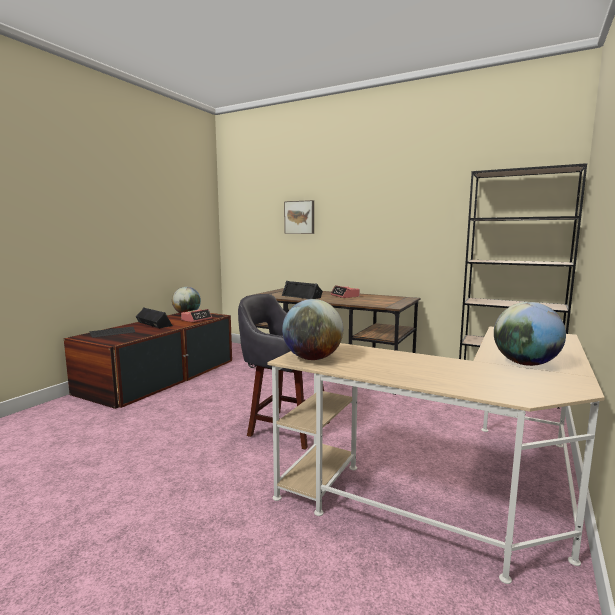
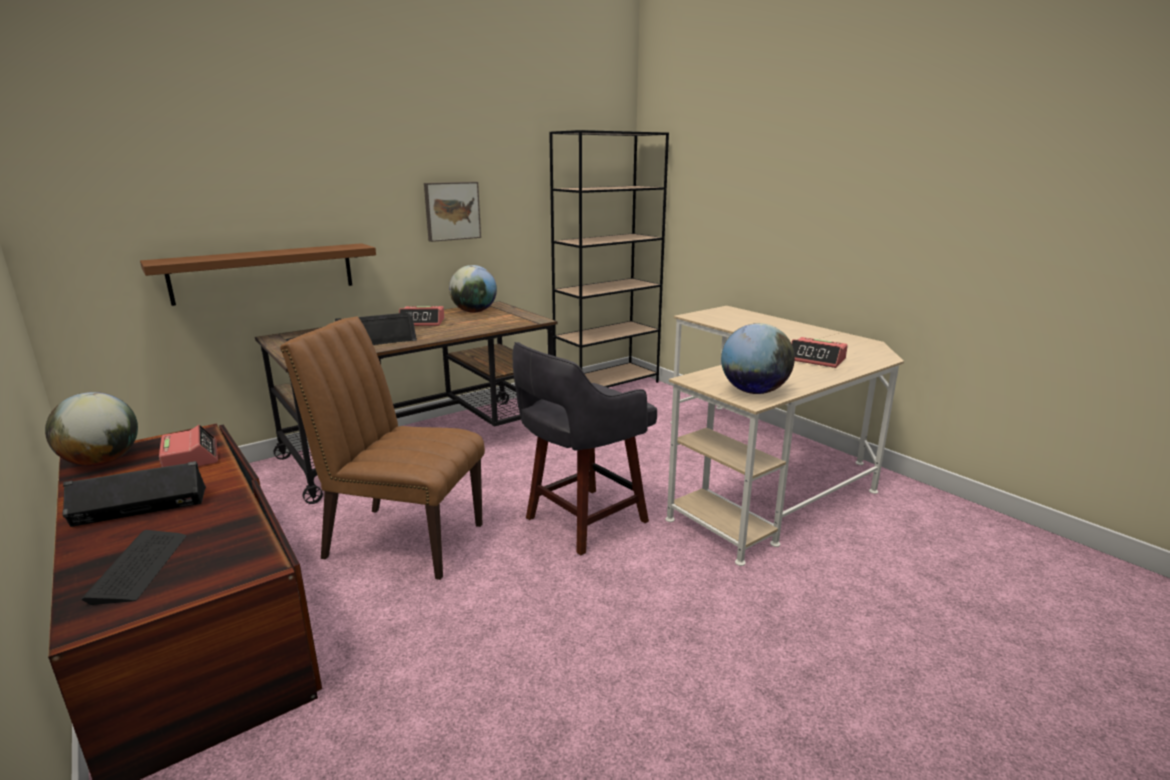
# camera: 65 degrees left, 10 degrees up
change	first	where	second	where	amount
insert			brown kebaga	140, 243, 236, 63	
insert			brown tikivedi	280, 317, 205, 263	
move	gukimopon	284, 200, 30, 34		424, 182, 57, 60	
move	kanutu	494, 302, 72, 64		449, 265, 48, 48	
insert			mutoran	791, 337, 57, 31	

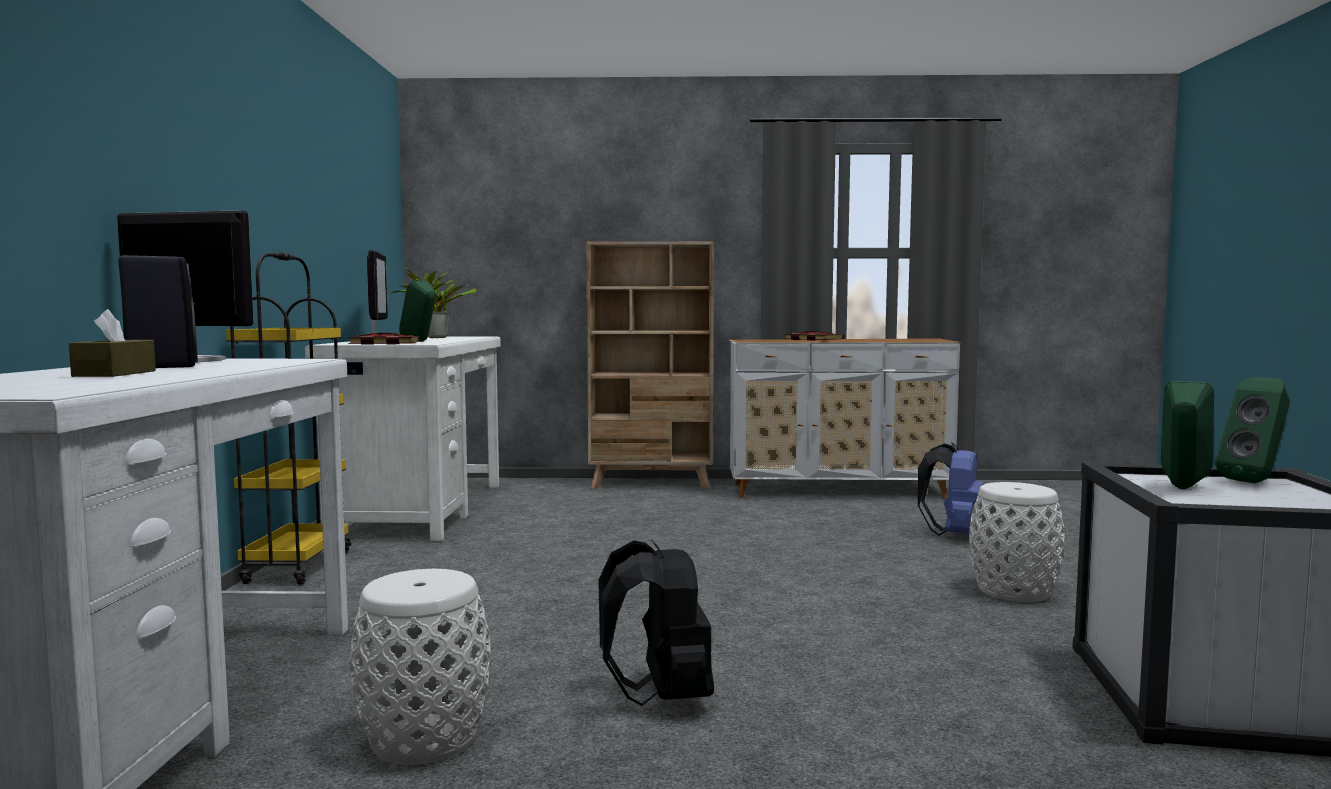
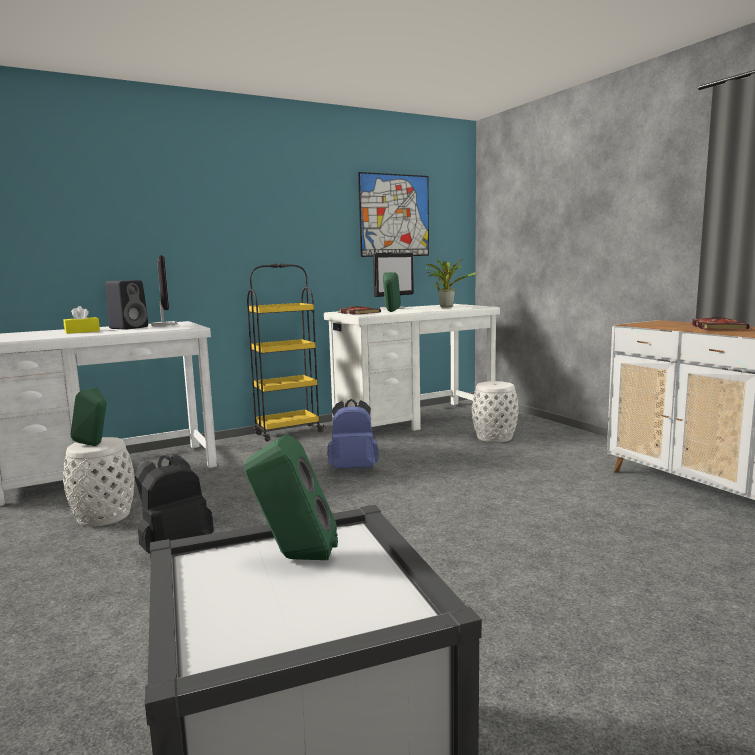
# camera: 60 degrees right, 5 degrees up
change	first	where	second	where	amount
recolor	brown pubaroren	69, 309, 87, 68	yellow pubaroren	63, 306, 37, 28	
move	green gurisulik	1215, 378, 75, 105		70, 387, 37, 59	
move	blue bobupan	918, 442, 66, 94		327, 399, 52, 70	
insert			gukimopon	358, 172, 71, 85	
move	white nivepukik	969, 482, 96, 120		472, 381, 47, 62	
delete	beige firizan	586, 241, 128, 249			

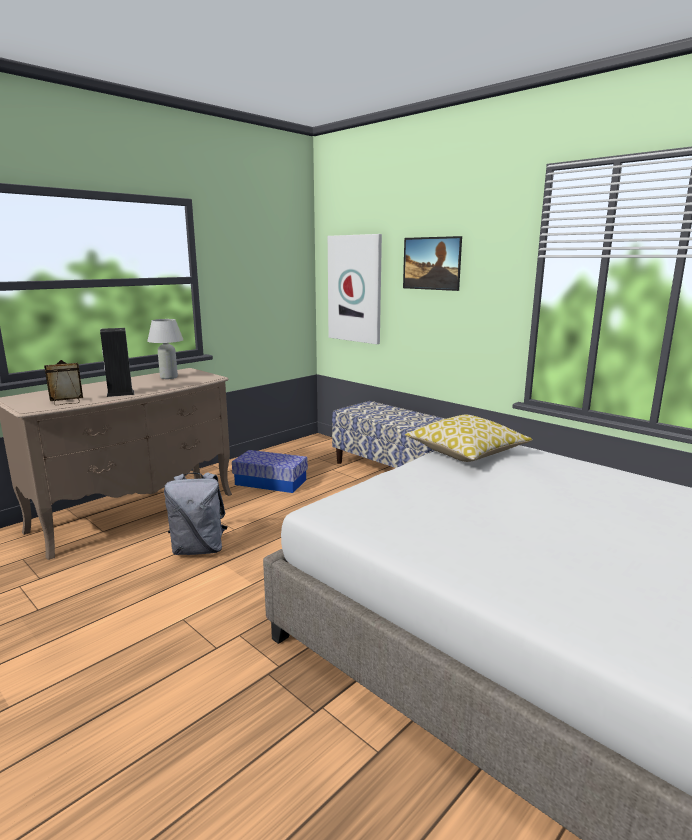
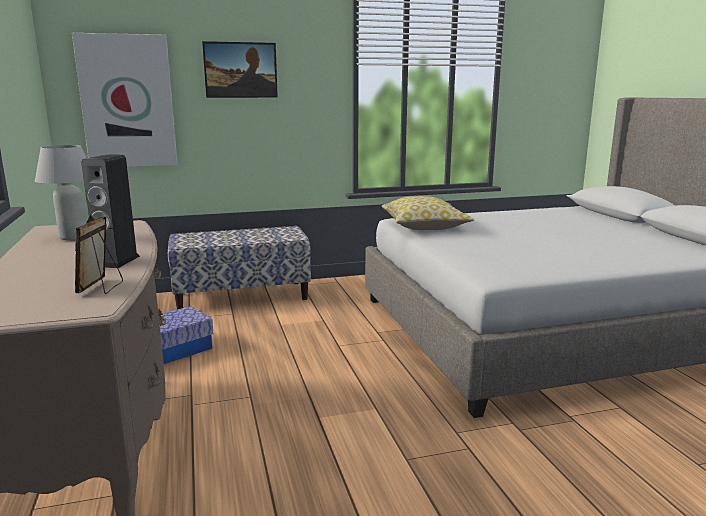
# camera: 60 degrees left, 0 degrees up
change	first	where	second	where	amount
delete	grey bobupan	164, 472, 64, 83			

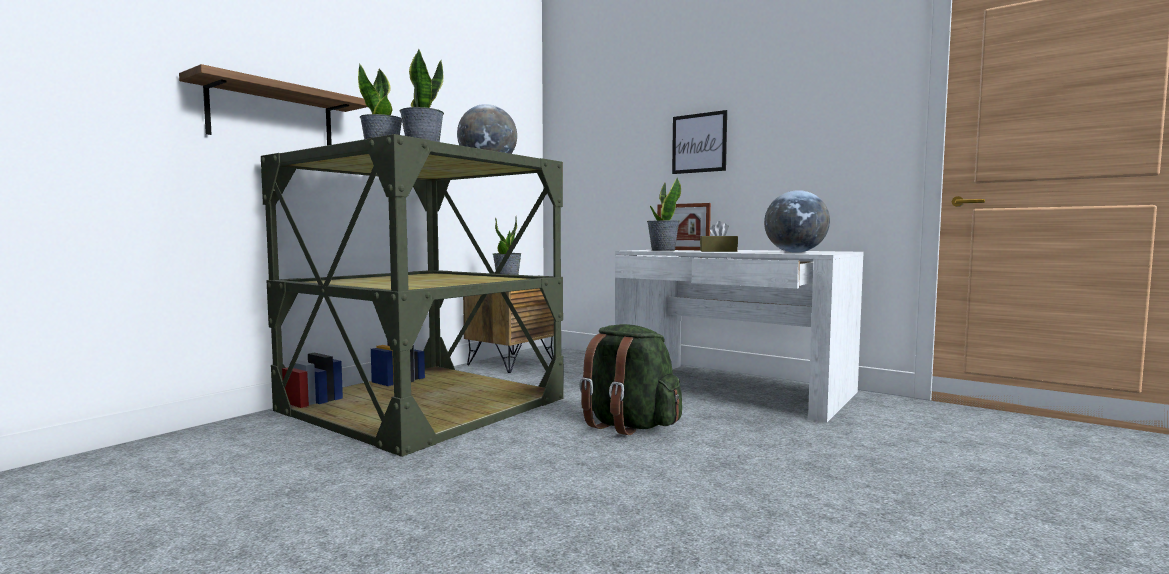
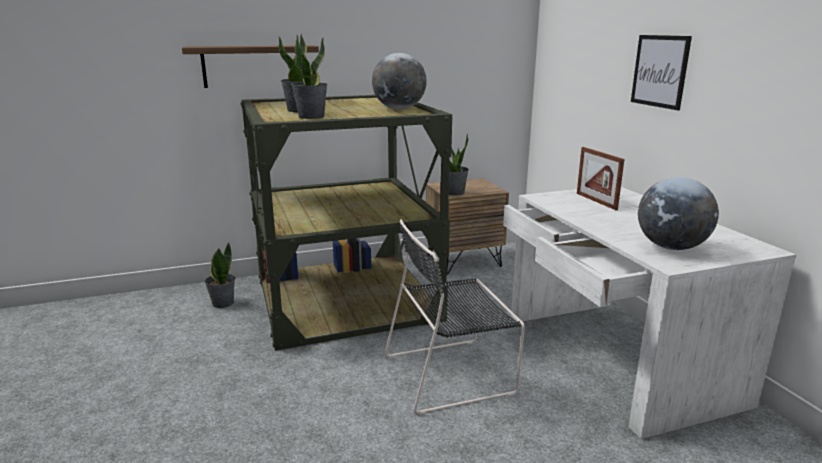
# camera: 35 degrees right, 15 degrees up
change	first	where	second	where	amount
move	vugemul	647, 177, 34, 74		205, 243, 30, 65	
replace	green bobupan	579, 324, 103, 111	black tikivedi	385, 219, 140, 196	
delete	brown pubaroren	700, 221, 38, 31			

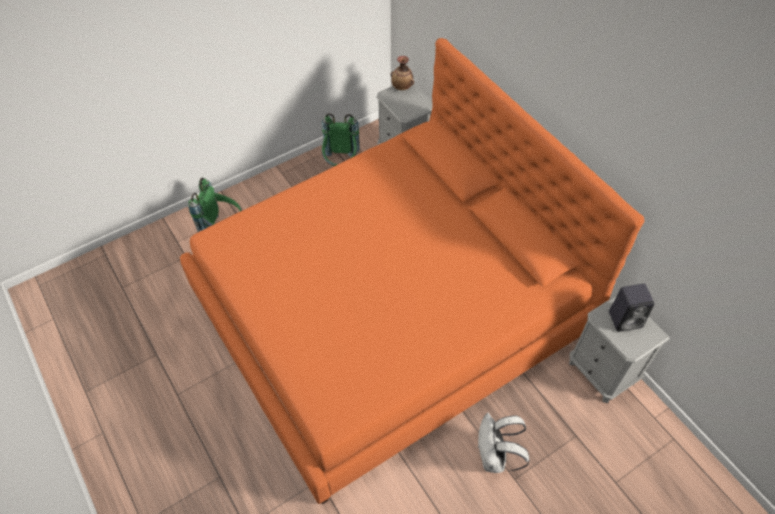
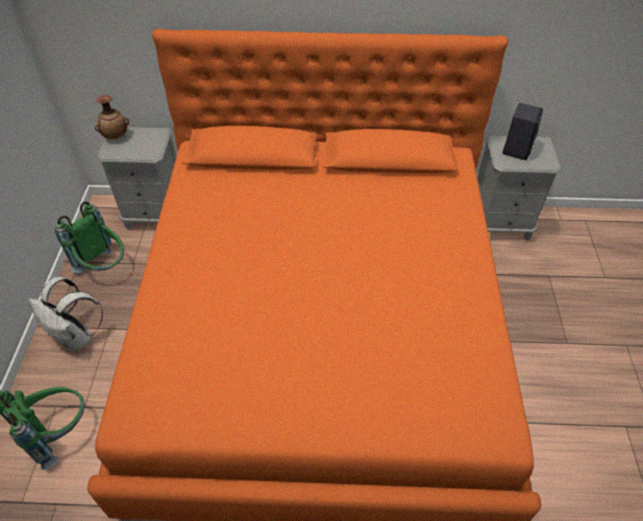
# camera: 55 degrees left, 5 degrees down
change	first	where	second	where	amount
move	white bobupan	477, 413, 53, 60		28, 277, 75, 75	

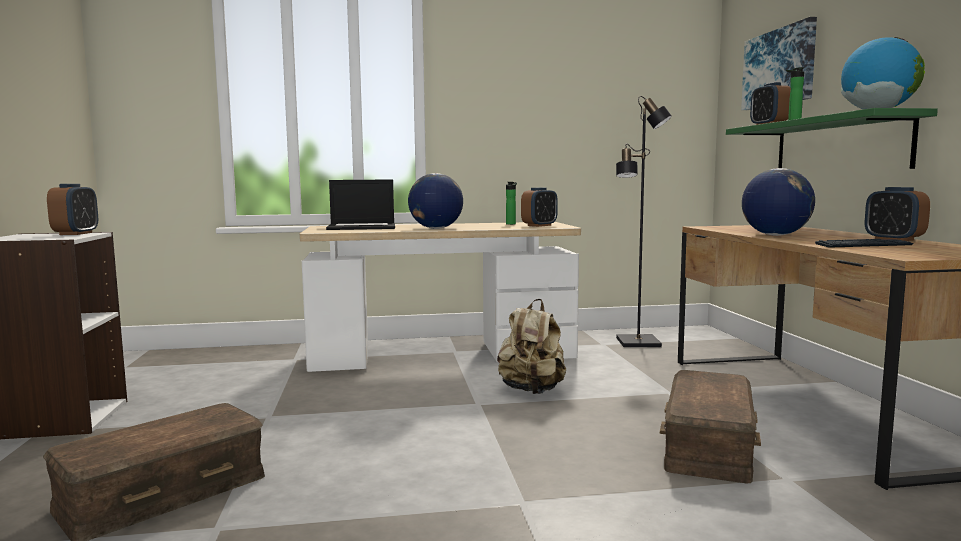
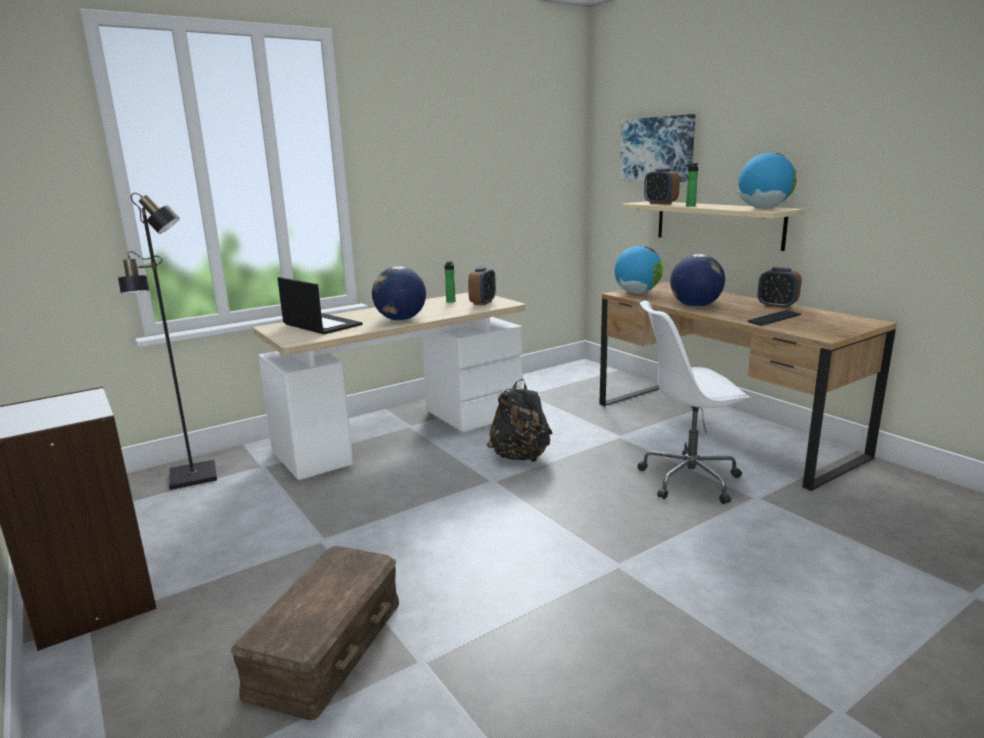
# camera: 25 degrees left, 10 degrees up
change	first	where	second	where	amount
move	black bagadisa	616, 96, 56, 251		118, 193, 99, 297	
rotate	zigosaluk	326, 179, 69, 51		277, 277, 85, 57	105 degrees counterclockwise
recolor	beige bobupan	497, 299, 69, 95	black bobupan	487, 379, 65, 83	
insert			kanutu	614, 246, 49, 48	
recolor	green kebaga	726, 108, 212, 61	beige kebaga	621, 201, 183, 50	
replace	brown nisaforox	660, 370, 101, 113	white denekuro	637, 301, 114, 203	
delete	mutoran	47, 184, 51, 51			

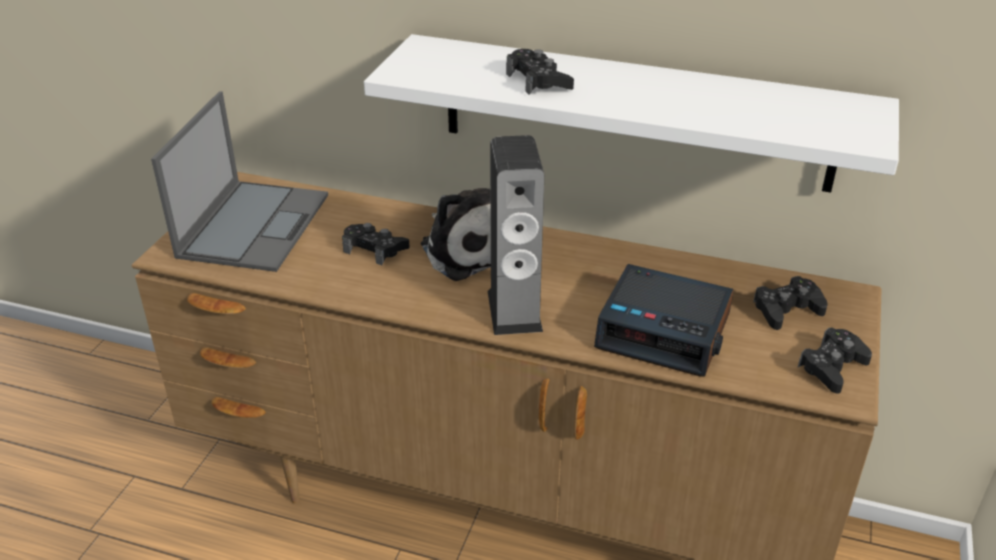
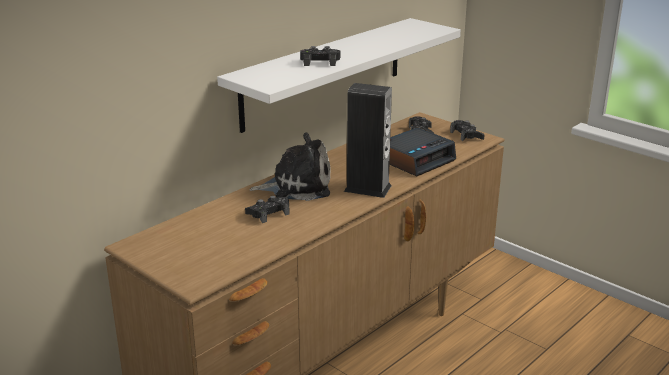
# camera: 65 degrees left, 10 degrees down
change	first	where	second	where	amount
delete	zigosaluk	151, 91, 177, 181			

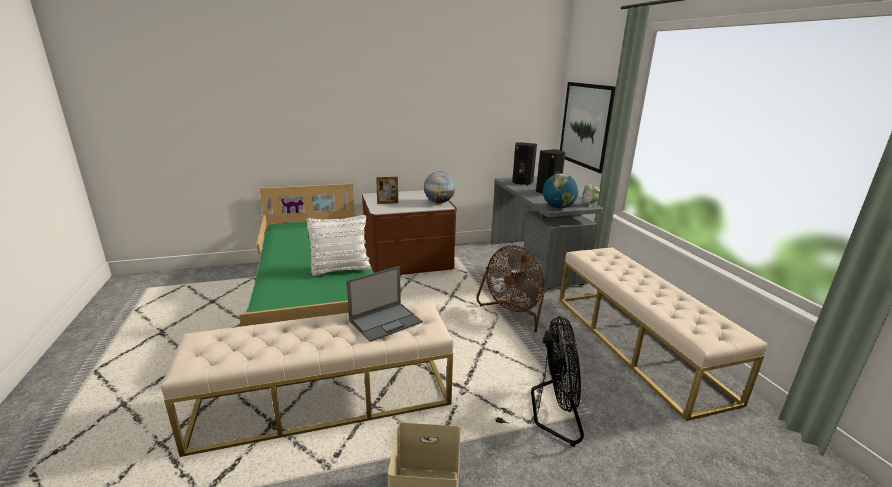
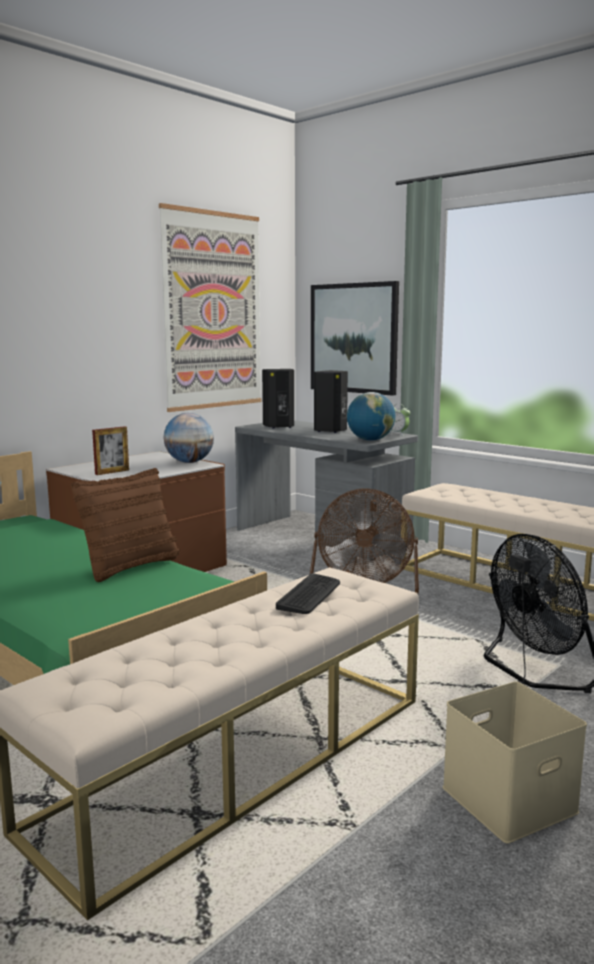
# camera: 30 degrees left, 10 degrees down
change	first	where	second	where	amount
recolor	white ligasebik	307, 215, 64, 61	brown ligasebik	70, 468, 110, 114	
insert			gukimopon	159, 203, 102, 209	
replace	zigosaluk	347, 266, 76, 76	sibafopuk	276, 573, 64, 41	

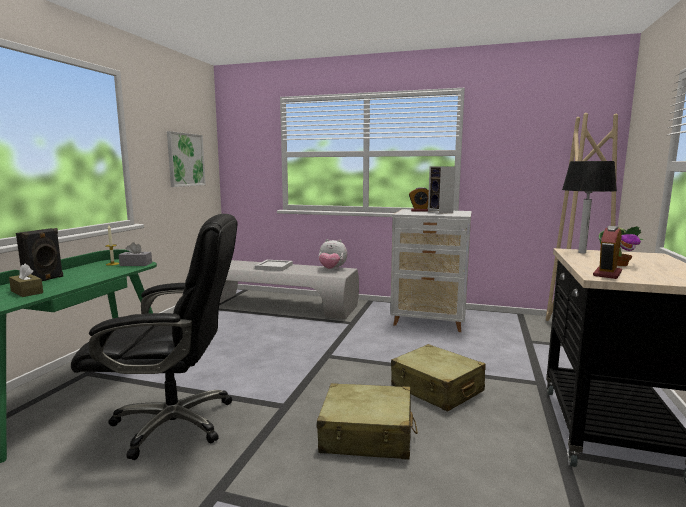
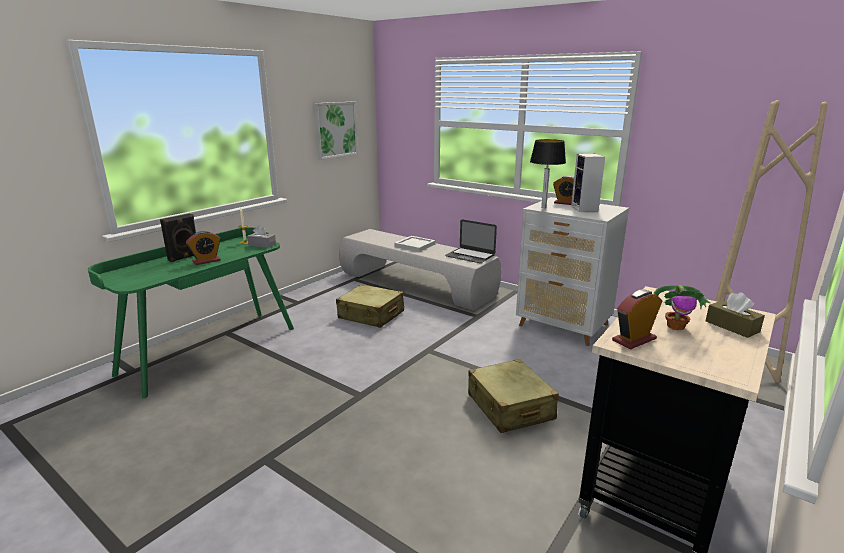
# camera: 20 degrees right, 10 degrees up
change	first	where	second	where	amount
insert			mutoran	186, 231, 35, 34	
move	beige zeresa	317, 383, 101, 77		336, 284, 68, 44	
replace	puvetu	319, 239, 28, 31	zigosaluk	445, 219, 52, 44	
move	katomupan	562, 161, 55, 93		530, 139, 36, 69	
move	brown pubaroren	9, 263, 34, 34		706, 293, 59, 45	
delete	black denekuro	71, 214, 166, 246			

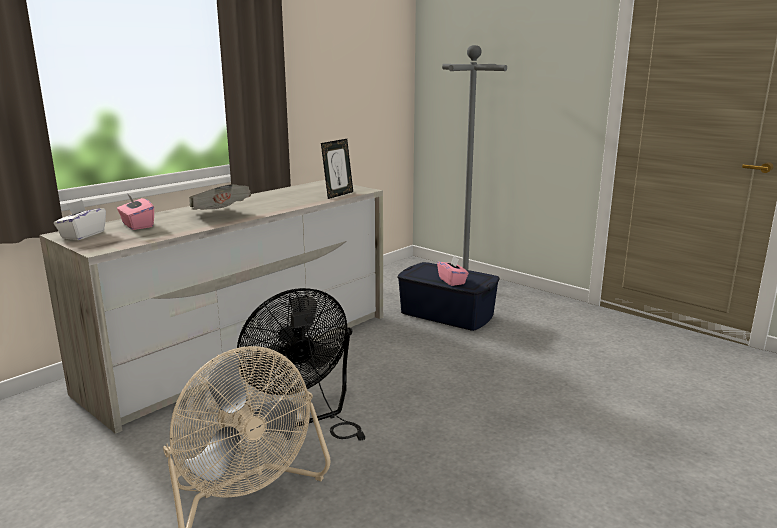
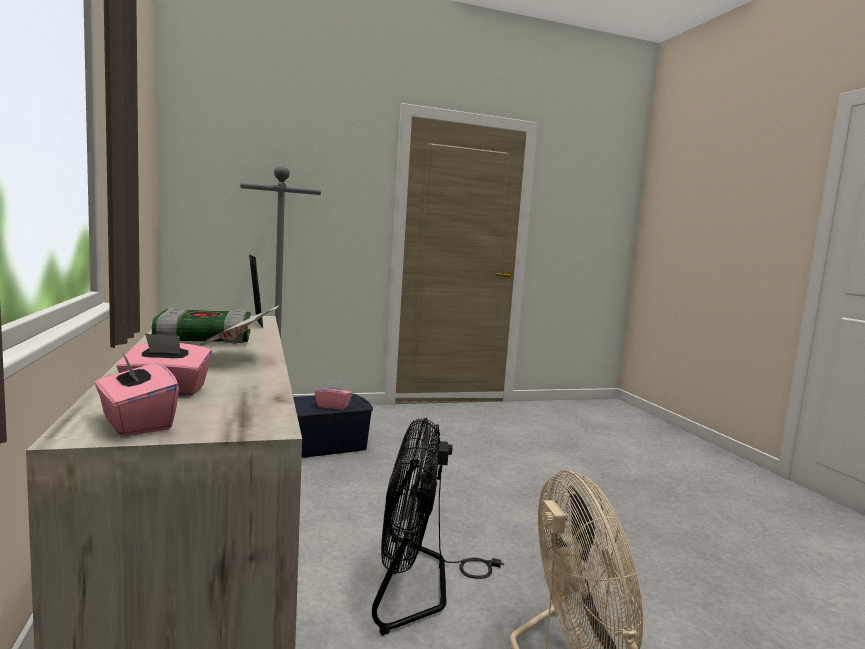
# camera: 60 degrees left, 10 degrees down
change	first	where	second	where	amount
recolor	white pubaroren	54, 200, 52, 40	pink pubaroren	95, 354, 84, 83	
insert			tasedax	152, 308, 99, 36	

